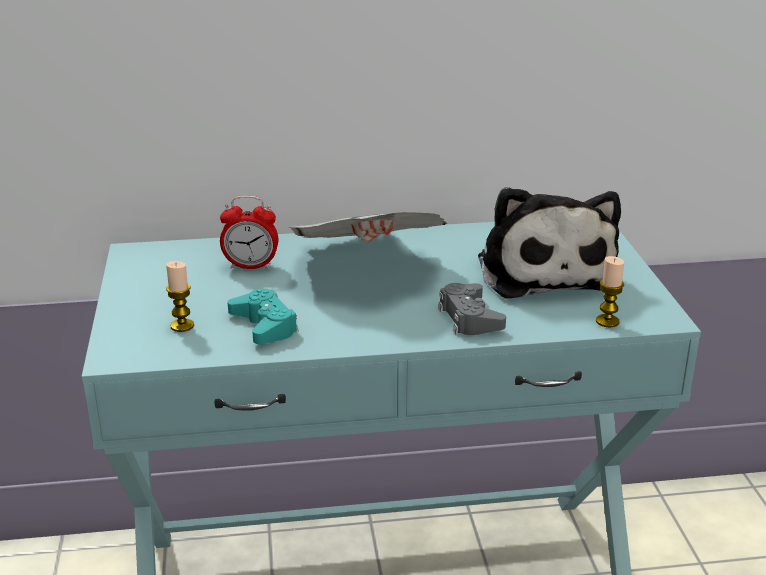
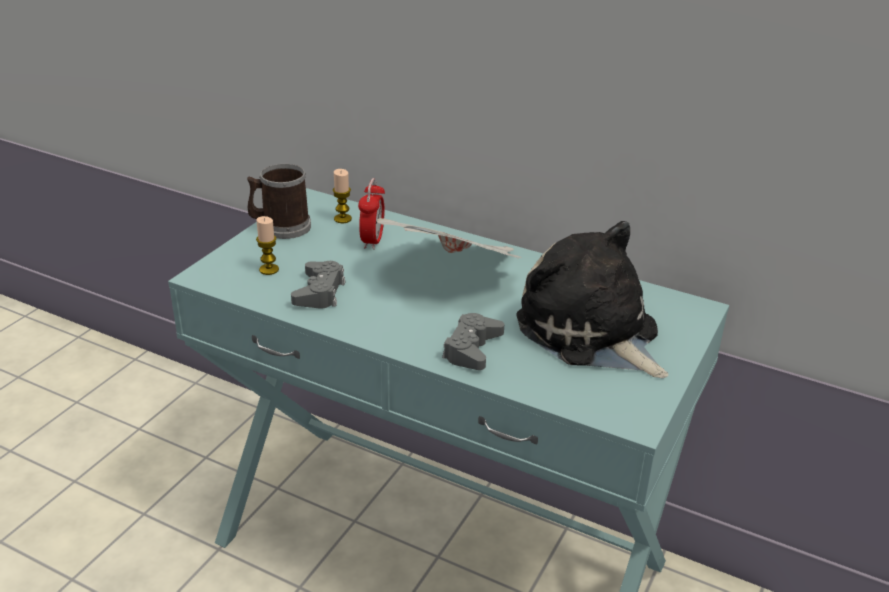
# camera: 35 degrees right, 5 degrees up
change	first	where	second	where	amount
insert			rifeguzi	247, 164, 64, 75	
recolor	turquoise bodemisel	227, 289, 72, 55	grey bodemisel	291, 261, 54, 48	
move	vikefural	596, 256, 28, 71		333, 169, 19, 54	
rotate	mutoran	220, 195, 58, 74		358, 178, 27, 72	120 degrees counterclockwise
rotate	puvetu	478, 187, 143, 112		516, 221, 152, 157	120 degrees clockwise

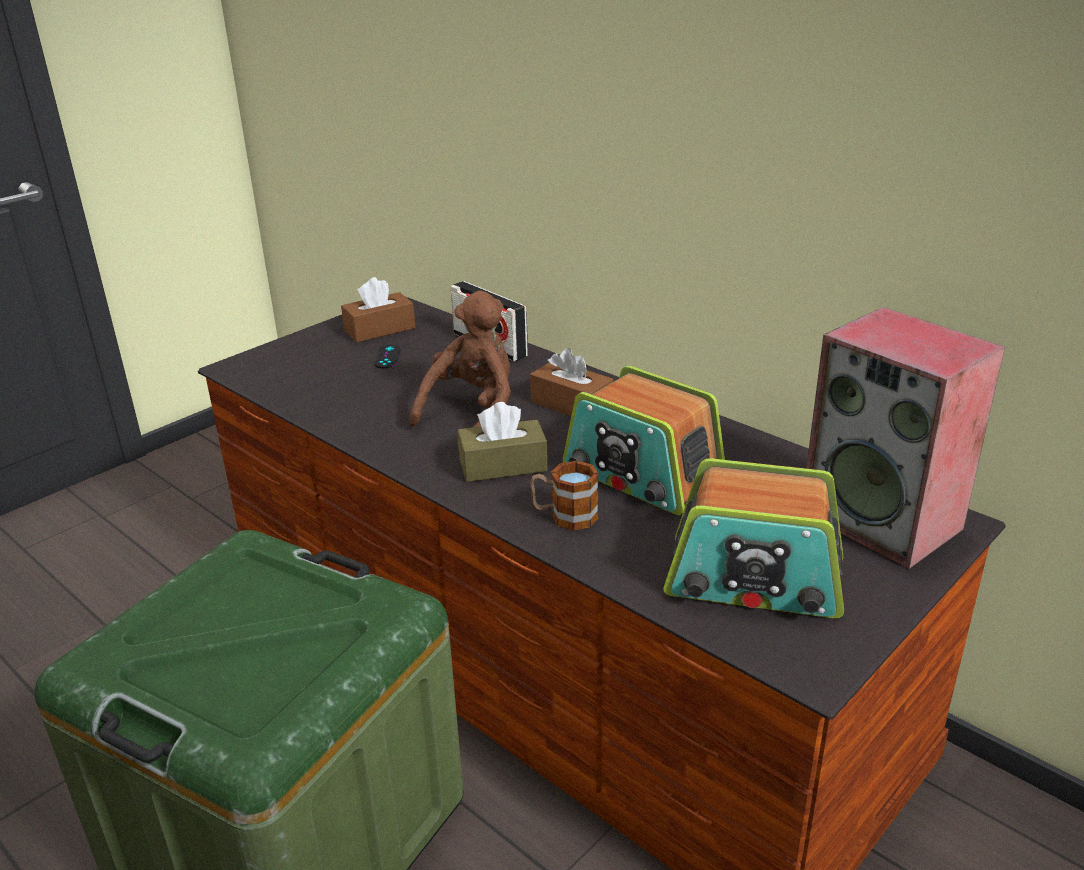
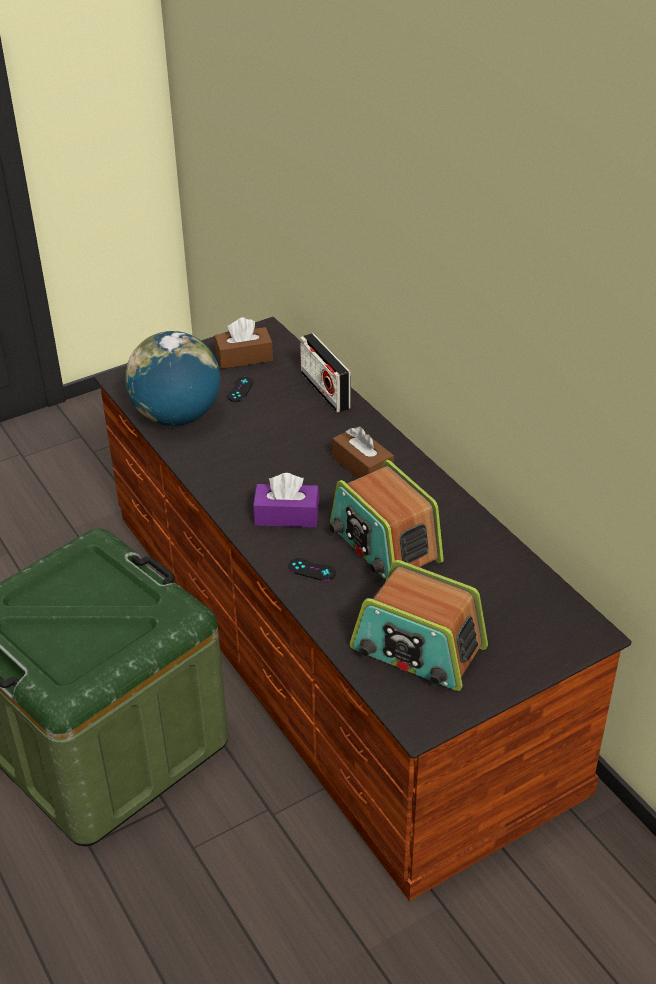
# camera: 15 degrees right, 10 degrees up
change	first	where	second	where	amount
insert			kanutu	125, 331, 95, 95	
recolor	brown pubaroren	457, 402, 90, 80	purple pubaroren	253, 473, 66, 54	
replace	rifeguzi	530, 461, 69, 70	black bodemisel	288, 558, 48, 23	
delete	brown puvetu	409, 290, 102, 138			
delete	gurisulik	806, 307, 199, 262			

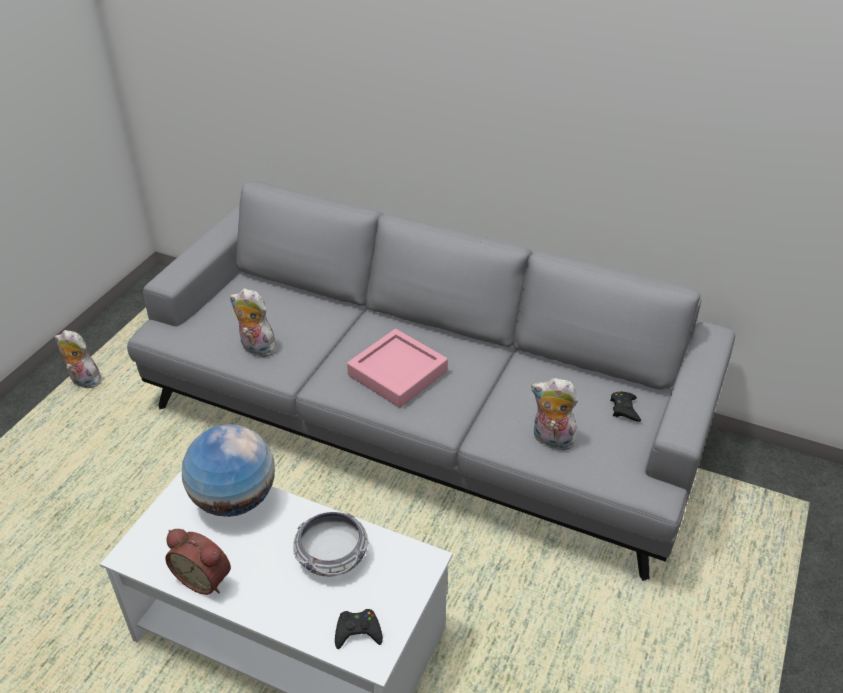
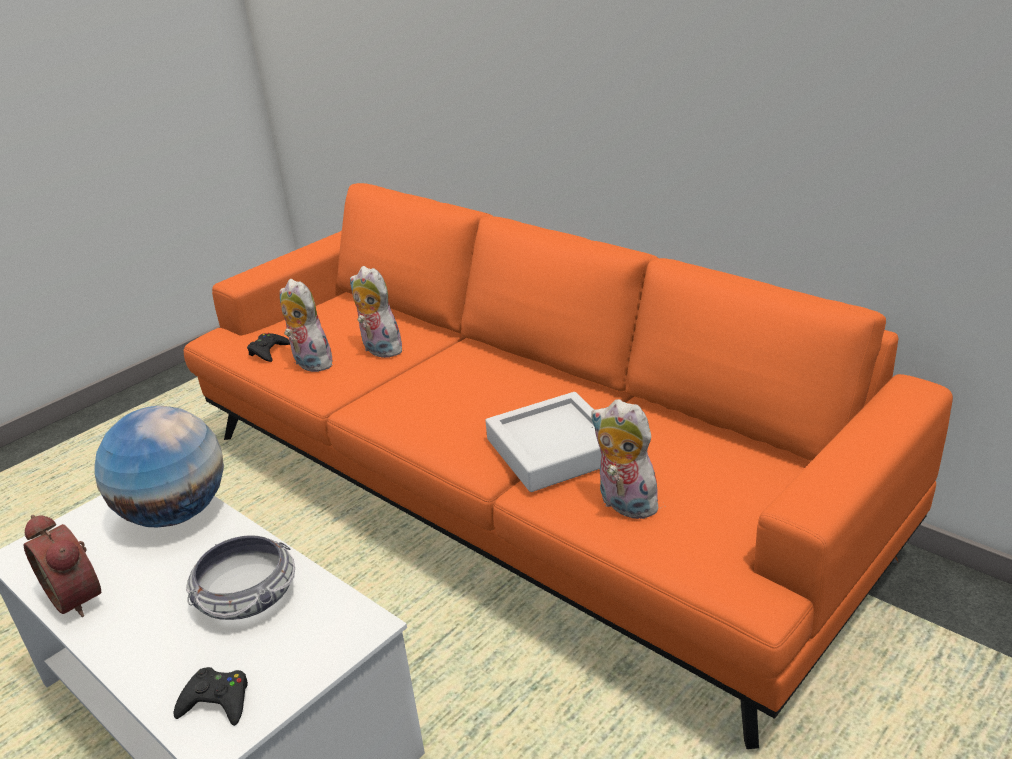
# camera: 20 degrees right, 10 degrees down
change	first	where	second	where	amount
recolor	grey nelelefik	127, 181, 608, 400	orange nelelefik	184, 183, 769, 566	
move	black bodemisel	610, 392, 31, 30		247, 333, 43, 29	
move	puvetu	55, 330, 47, 58		350, 266, 52, 92	
insert			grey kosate	485, 392, 116, 100	
delete	pink kosate	347, 329, 101, 79			

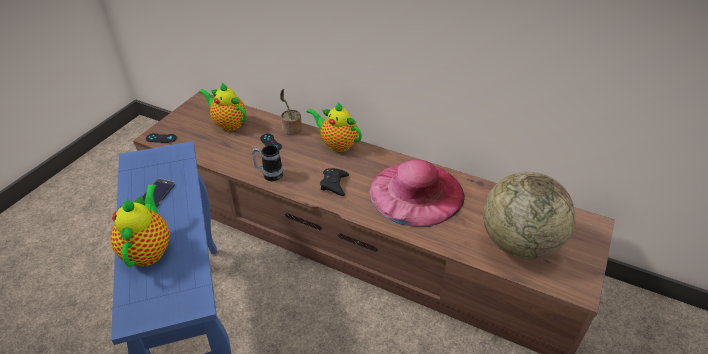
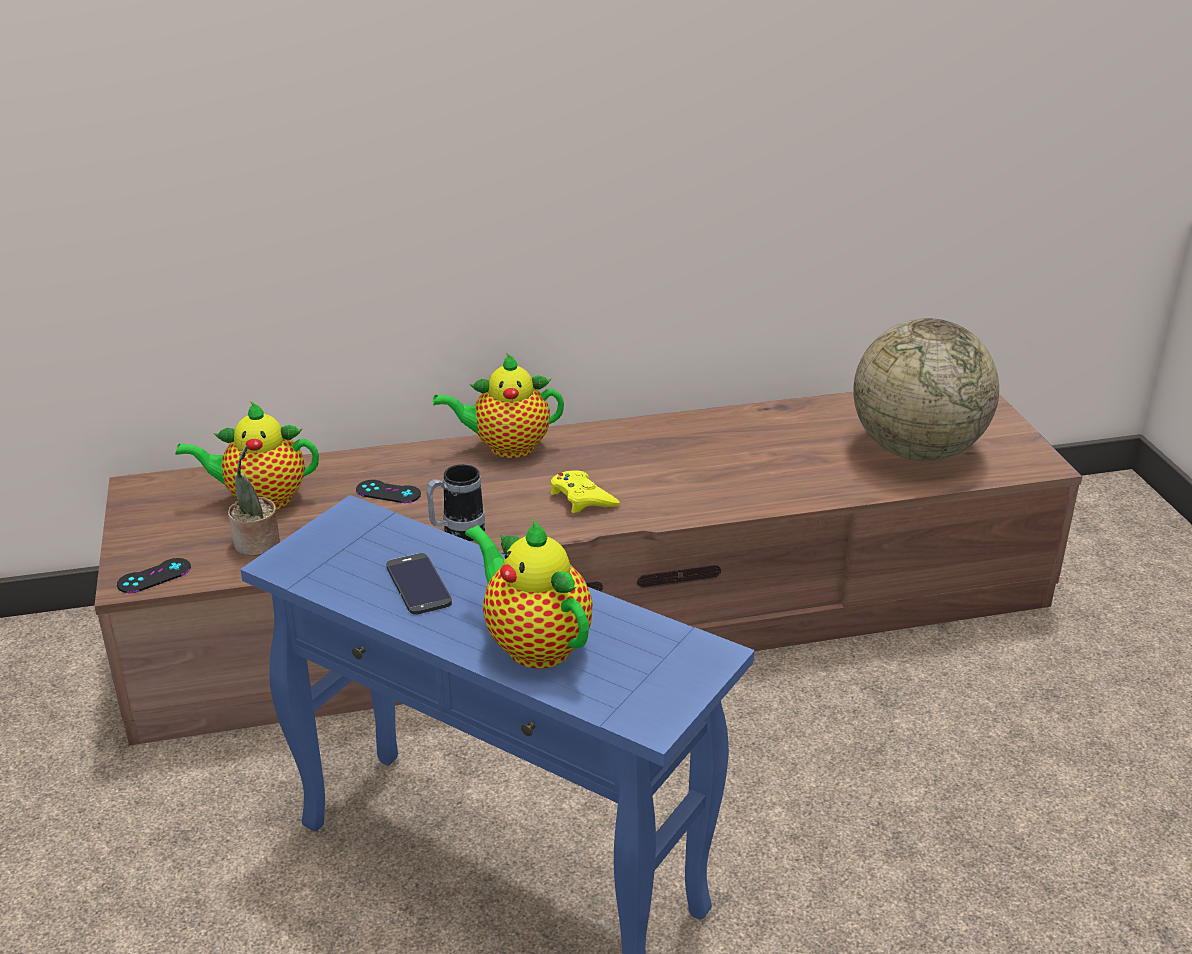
# camera: 40 degrees left, 10 degrees down
change	first	where	second	where	amount
move	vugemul	280, 89, 22, 46		228, 445, 52, 111	
recolor	black bodemisel	320, 168, 29, 28	yellow bodemisel	551, 470, 69, 43	
delete	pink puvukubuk	370, 159, 95, 68			

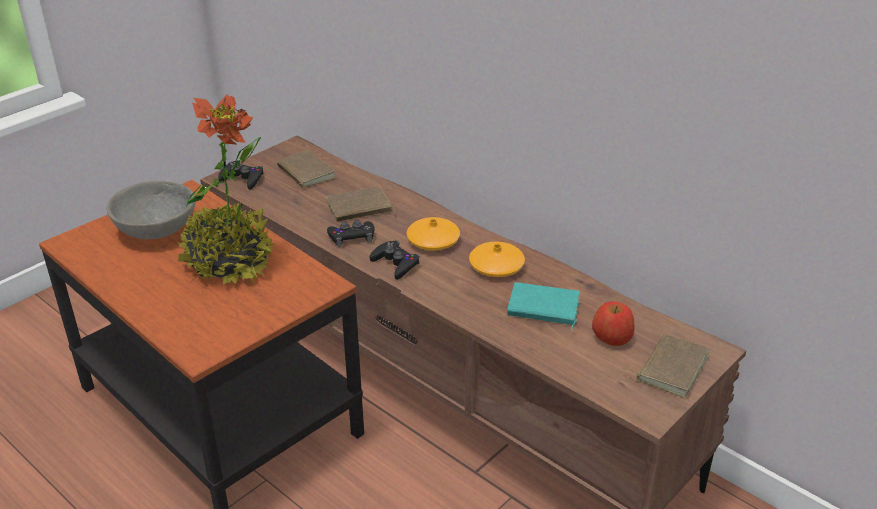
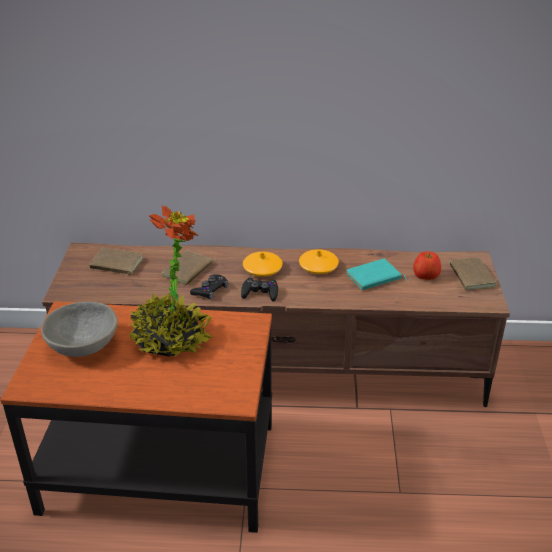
# camera: 40 degrees left, 0 degrees up
change	first	where	second	where	amount
delete	black bodemisel	218, 160, 45, 29			

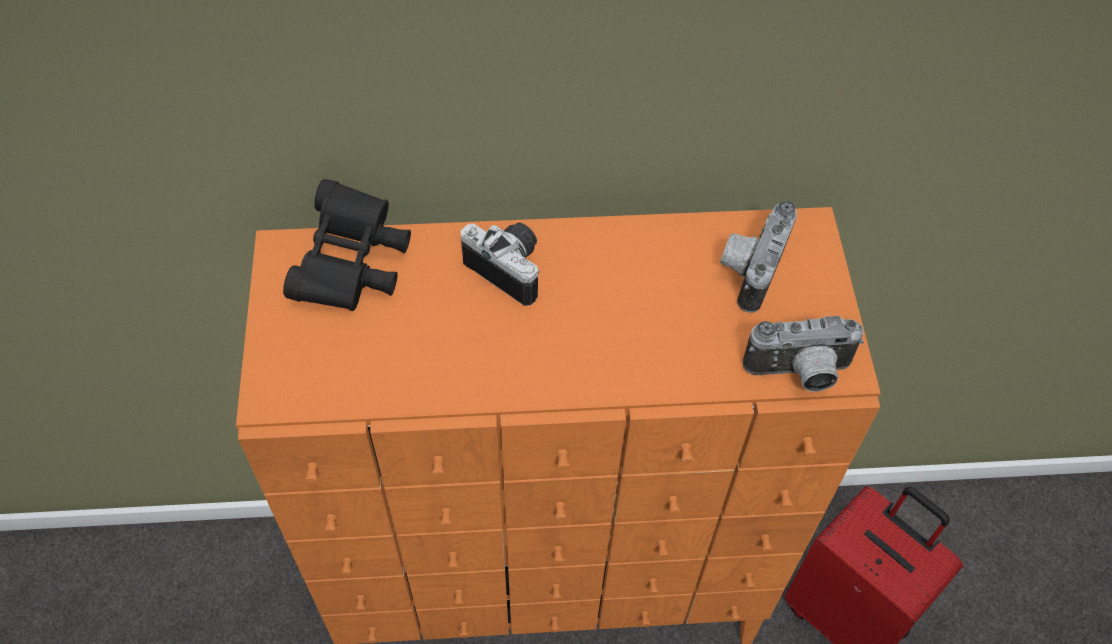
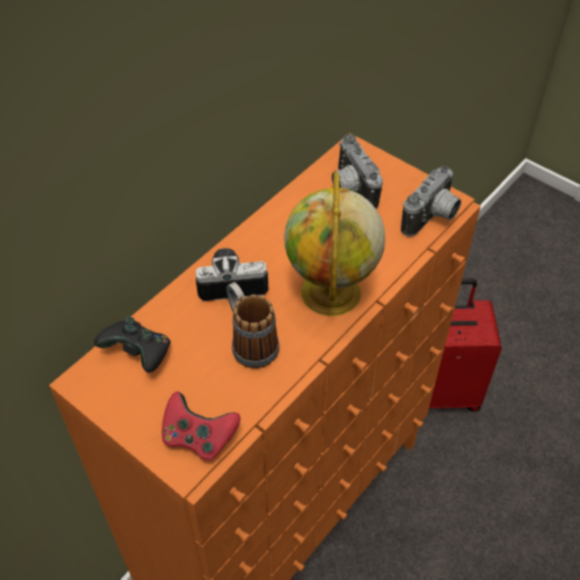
# camera: 45 degrees left, 5 degrees down
change	first	where	second	where	amount
replace	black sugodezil	283, 179, 128, 132	black bodemisel	94, 317, 77, 55	
insert			red bodemisel	162, 391, 78, 69	
insert			rifeguzi	226, 282, 54, 86	
insert			kanutu	284, 172, 101, 144	

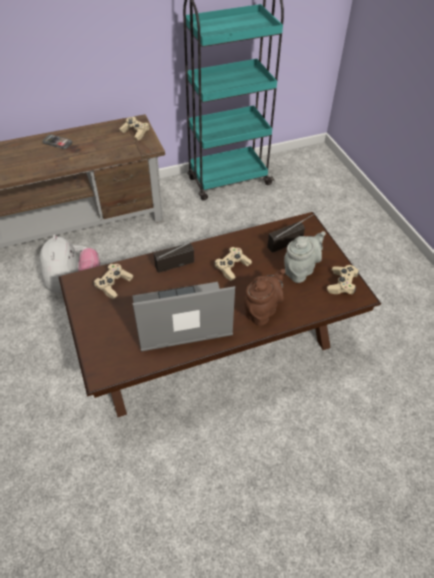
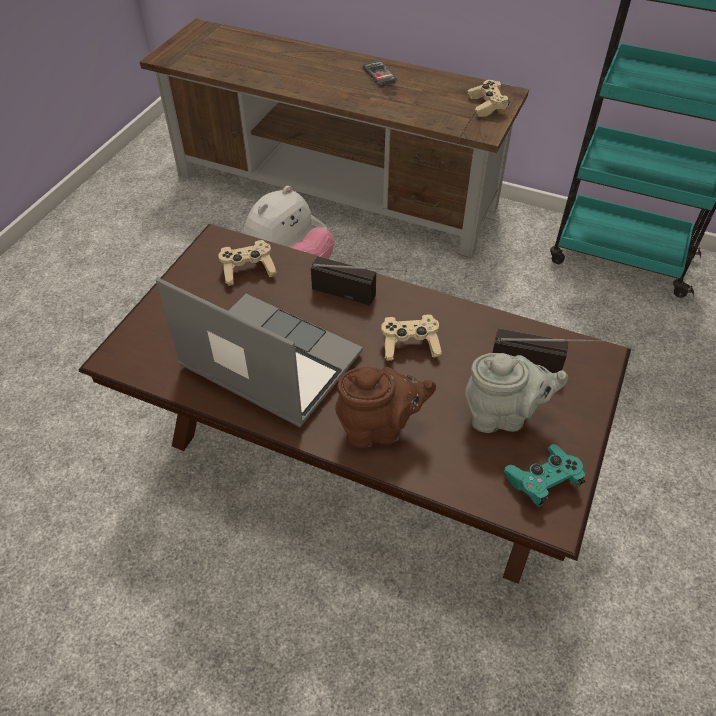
# camera: 45 degrees right, 0 degrees up
change	first	where	second	where	amount
recolor	beige bodemisel	327, 265, 32, 30	turquoise bodemisel	503, 444, 82, 63	

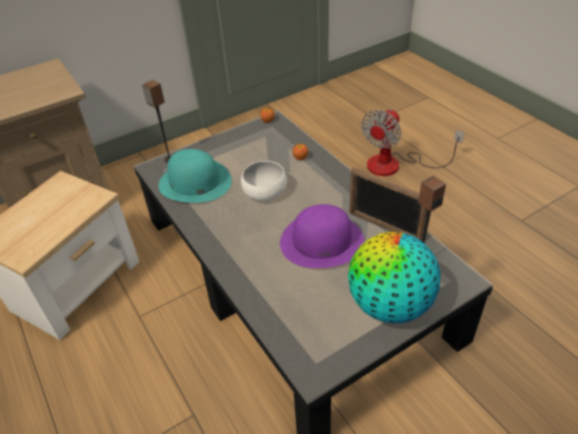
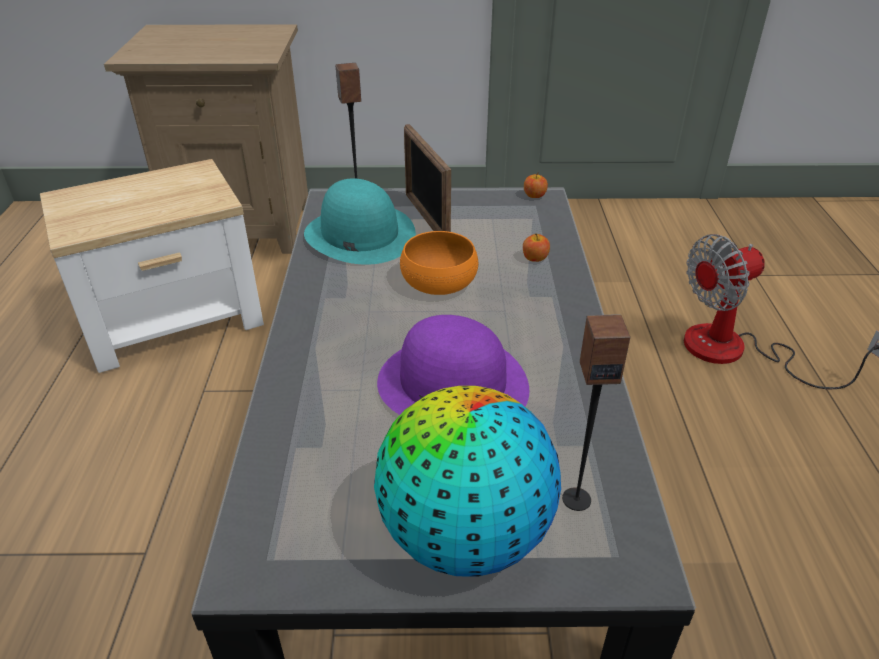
# camera: 30 degrees right, 5 degrees down
change	first	where	second	where	amount
recolor	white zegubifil	241, 161, 46, 40	orange zegubifil	400, 231, 78, 64	
move	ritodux	349, 168, 78, 73		404, 124, 47, 108	

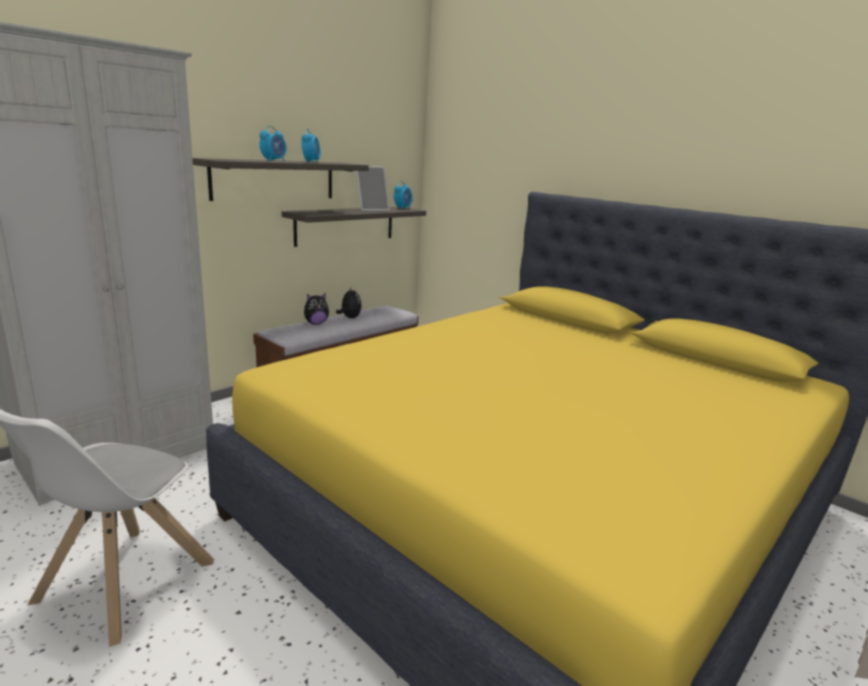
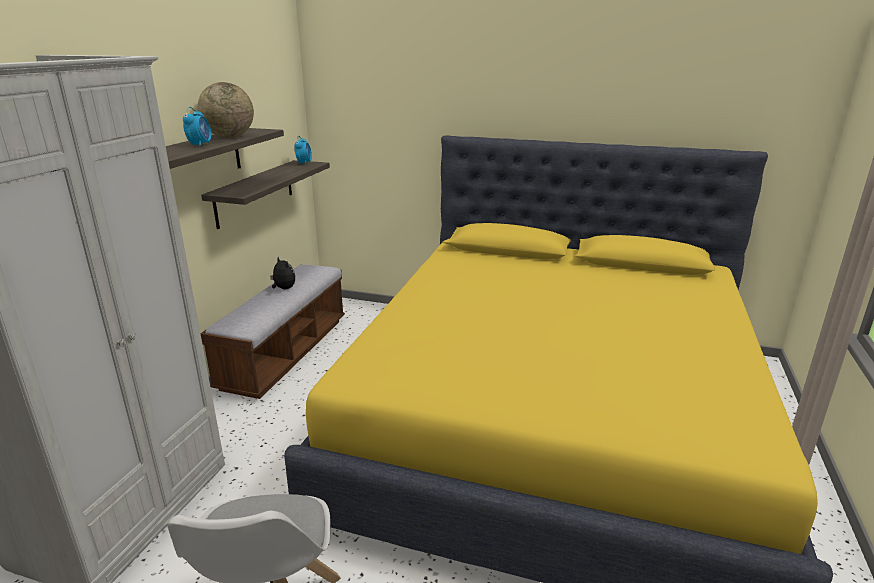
# camera: 25 degrees left, 5 degrees up
change	first	where	second	where	amount
replace	mutoran	301, 129, 20, 34	kanutu	197, 82, 57, 56	
delete	puvetu	304, 293, 25, 31			
delete	ritodux	356, 166, 33, 45			

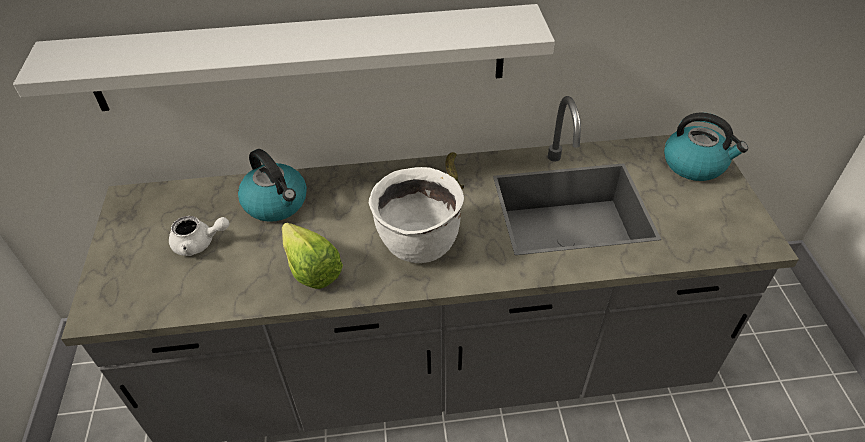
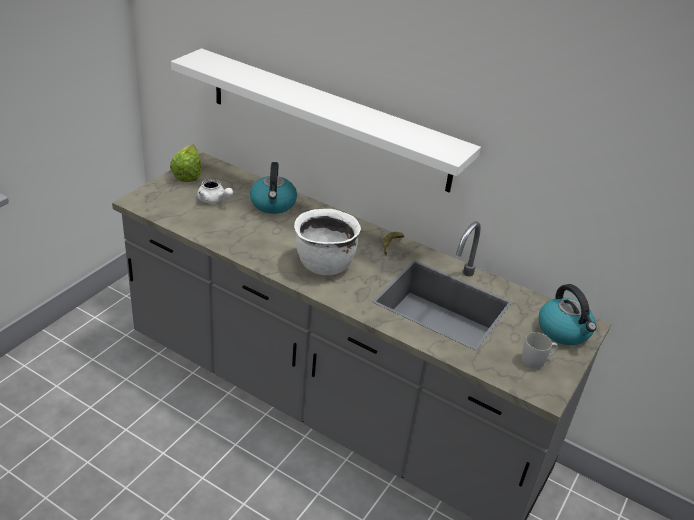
# camera: 35 degrees right, 10 degrees down
change	first	where	second	where	amount
move	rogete	282, 223, 61, 66		170, 145, 32, 37	
insert			white rifeguzi	522, 332, 36, 37	

